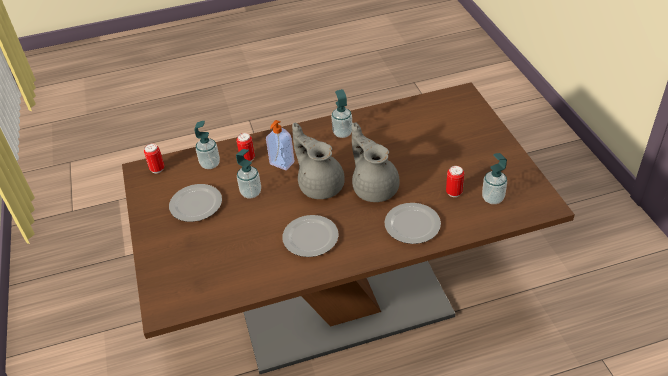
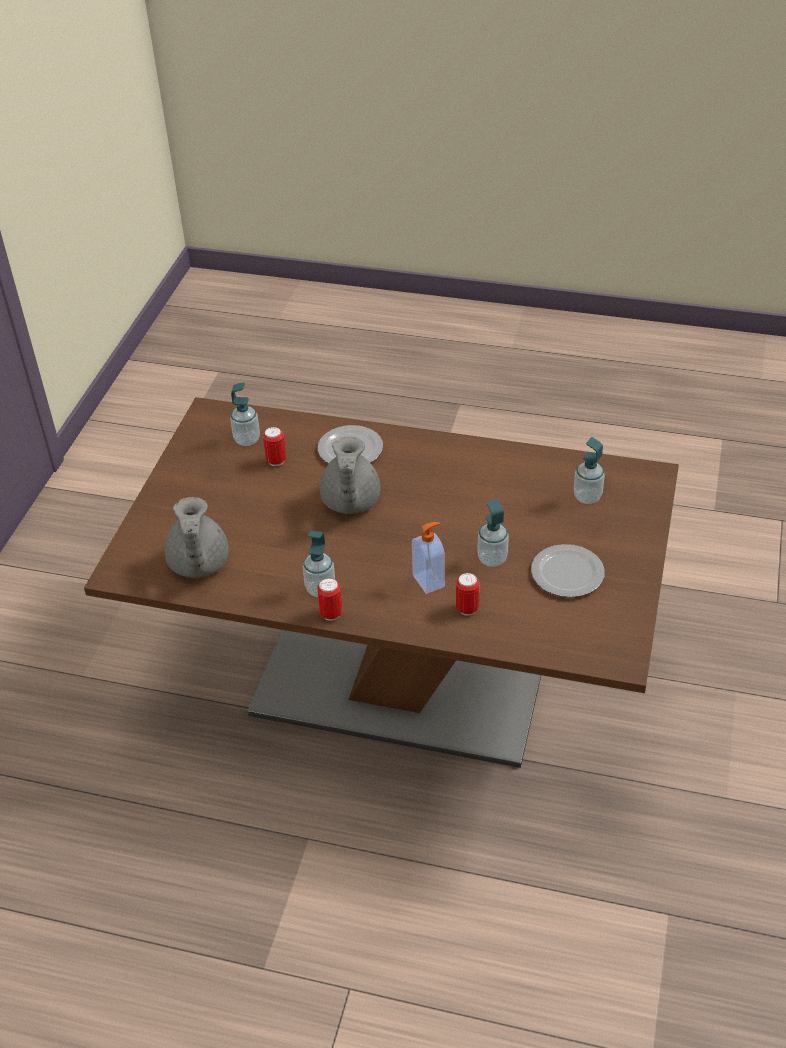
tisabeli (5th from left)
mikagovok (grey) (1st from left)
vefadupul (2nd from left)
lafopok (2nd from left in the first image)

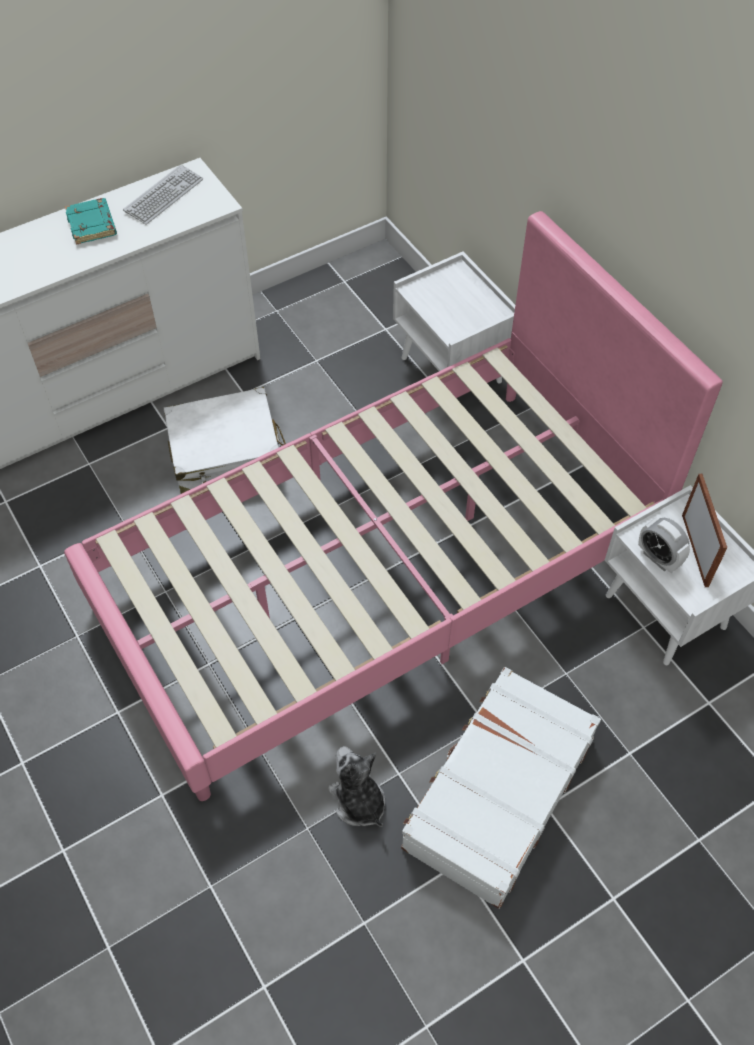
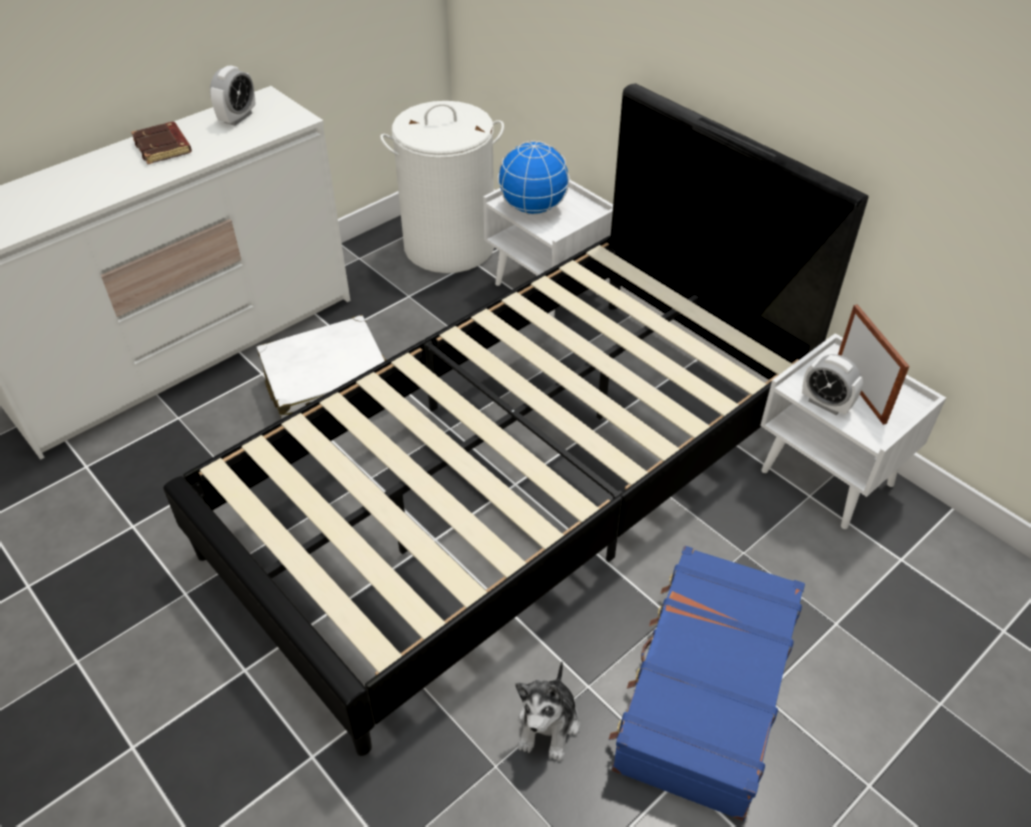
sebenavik (1st from left)
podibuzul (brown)
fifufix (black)
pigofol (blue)
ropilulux
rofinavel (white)
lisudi

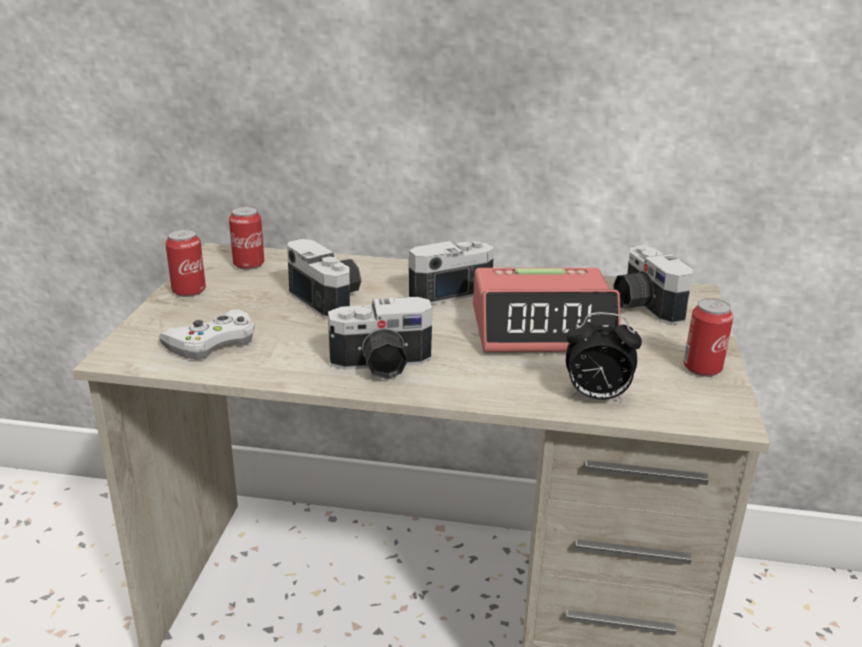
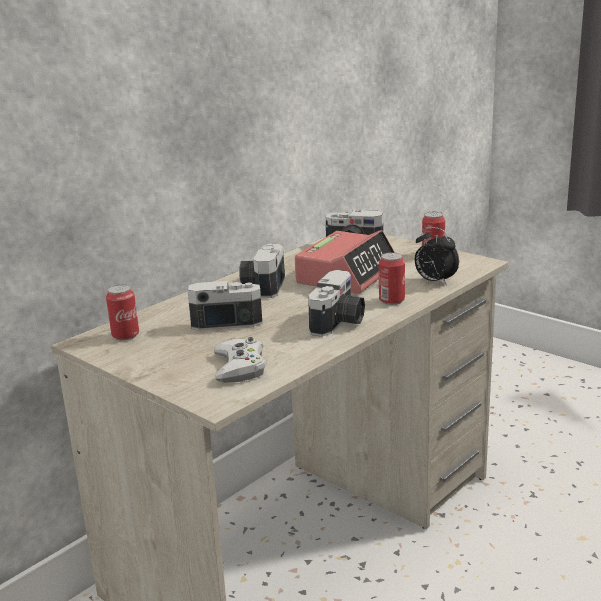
vefadupul (2nd from left)
sebenavik (2nd from left)

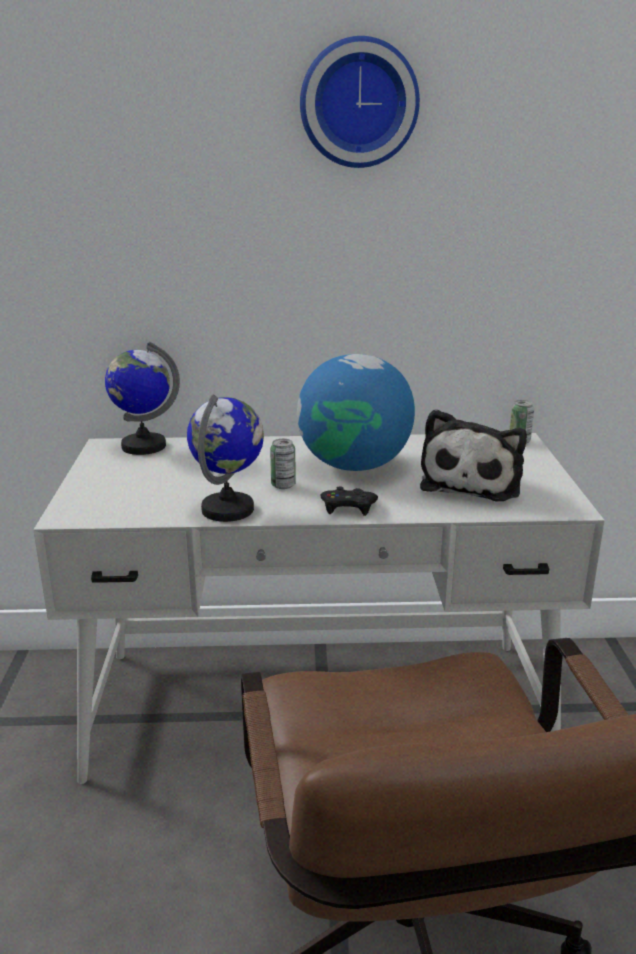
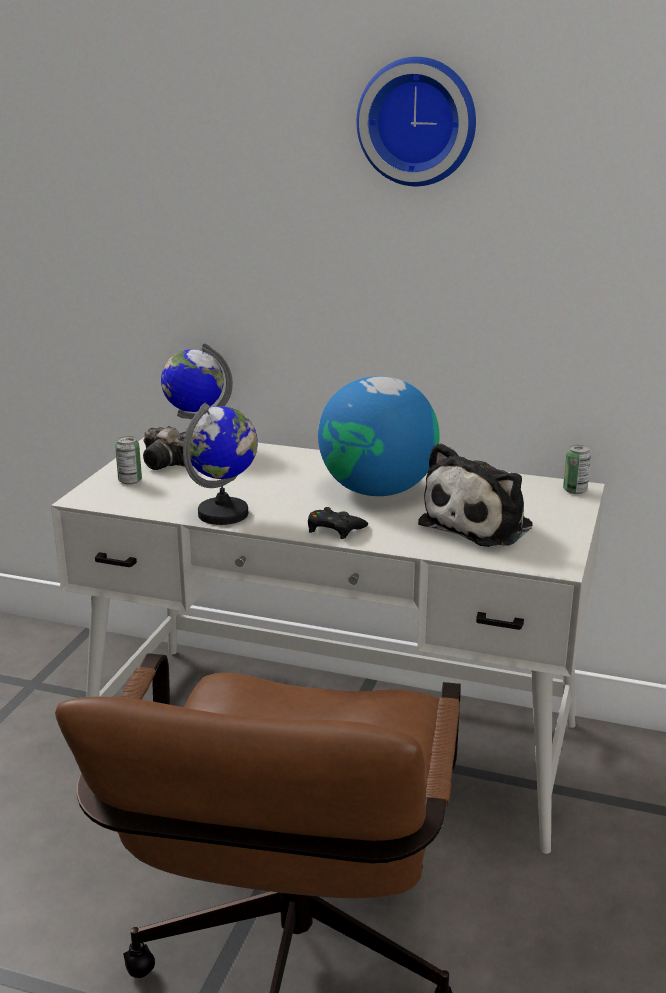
vefadupul (1st from left)
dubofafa

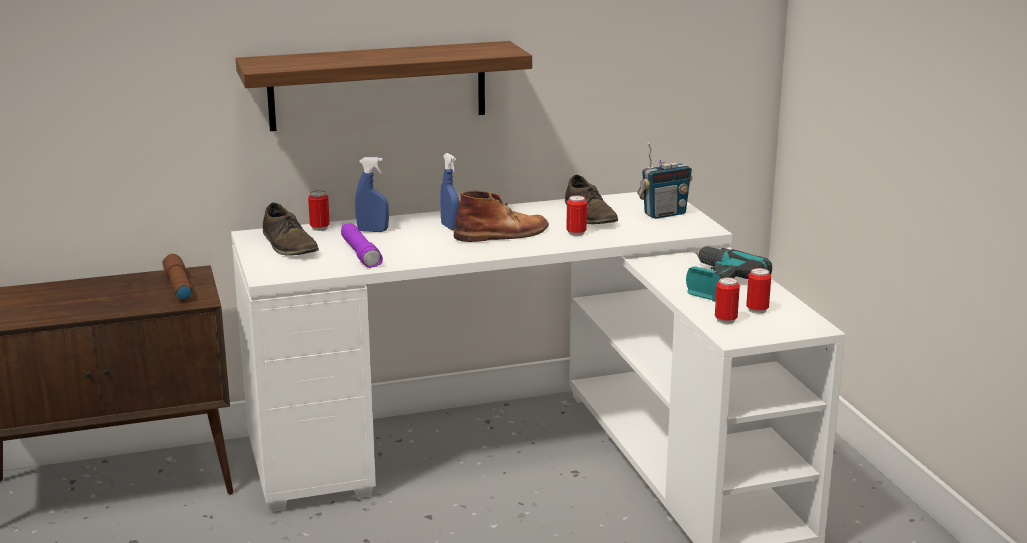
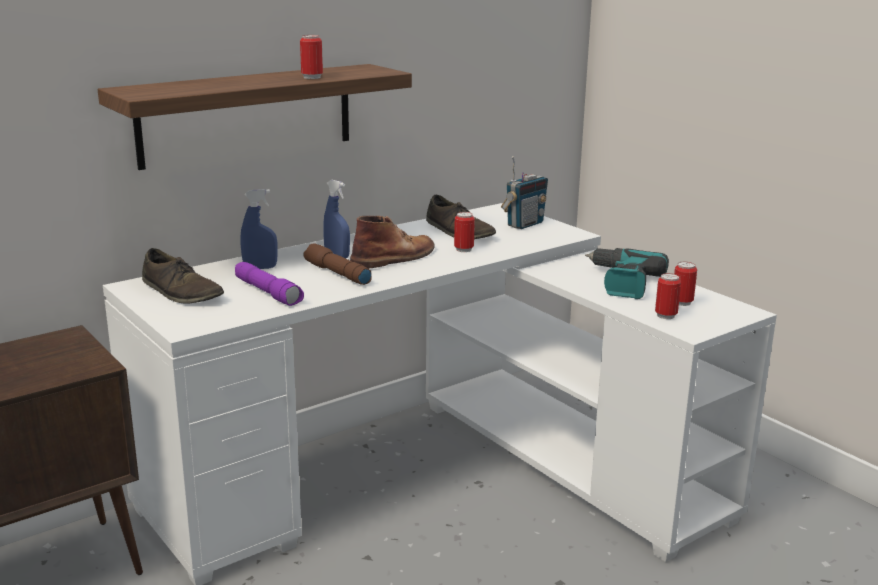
vefadupul (1st from left)
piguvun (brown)

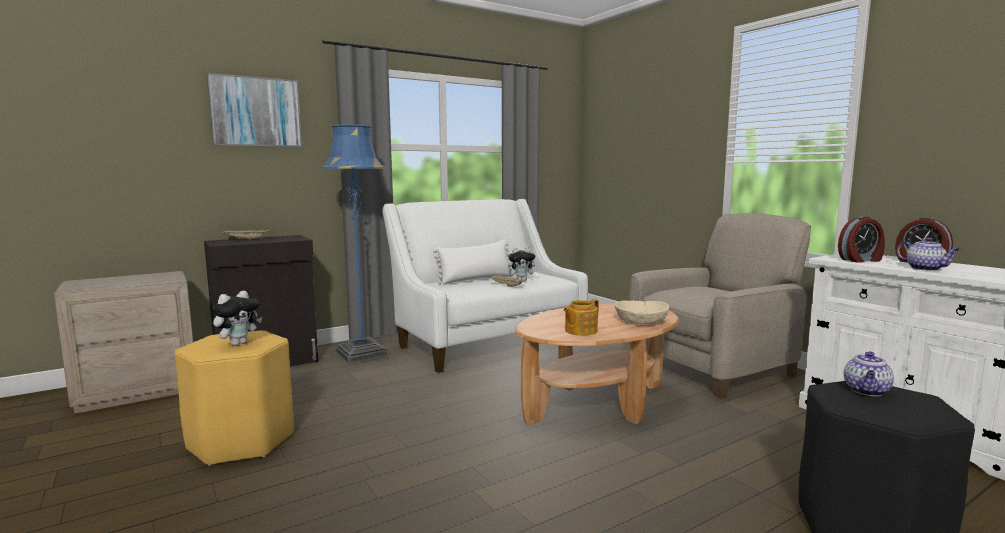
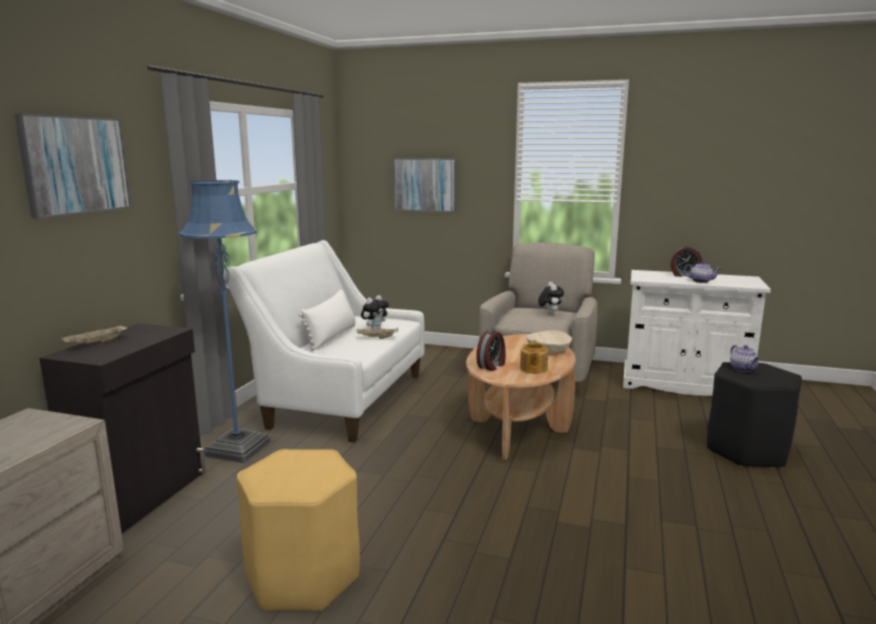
sebenavik (1st from left)
ropilulux (2nd from left)
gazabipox (2nd from left)

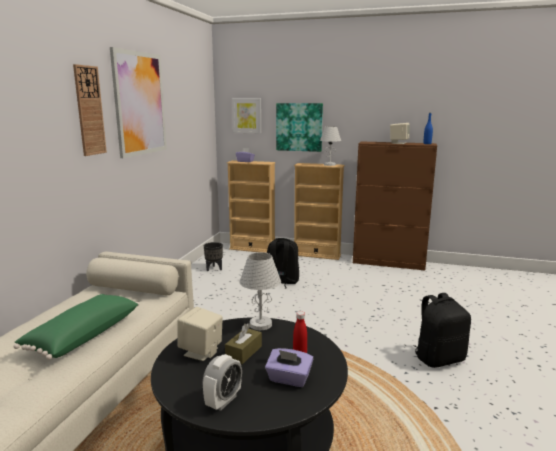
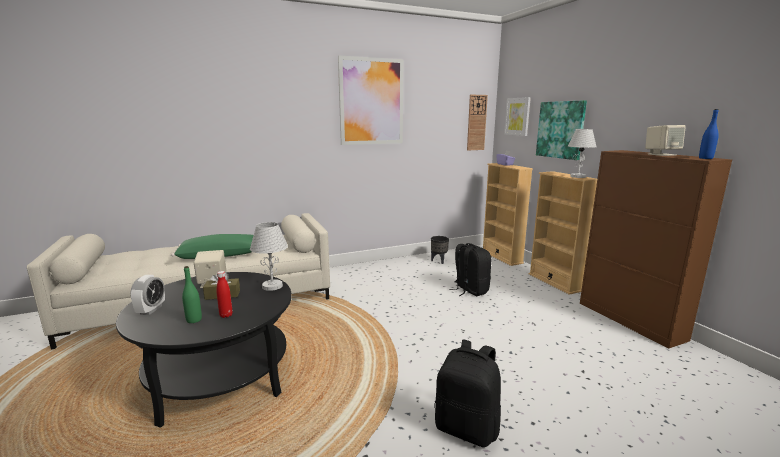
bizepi
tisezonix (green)
sebenavik

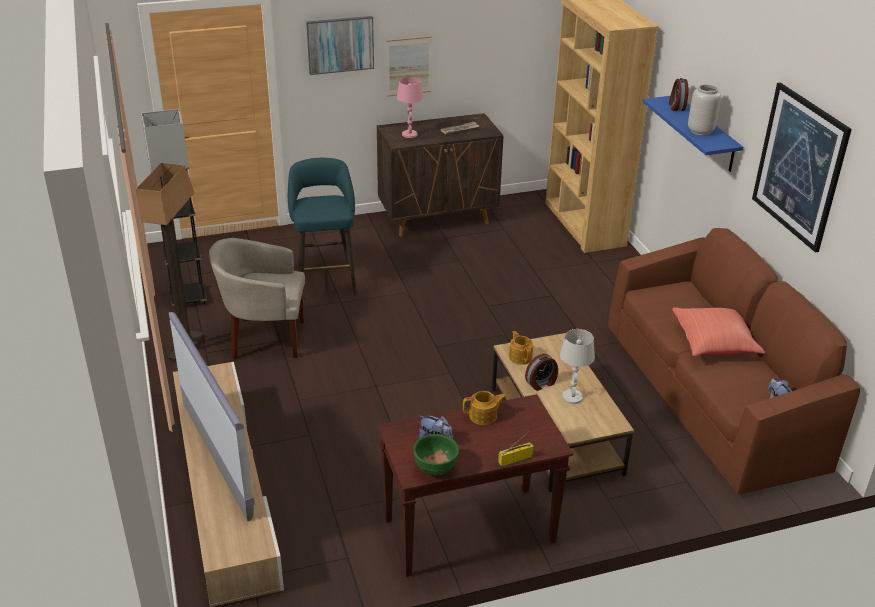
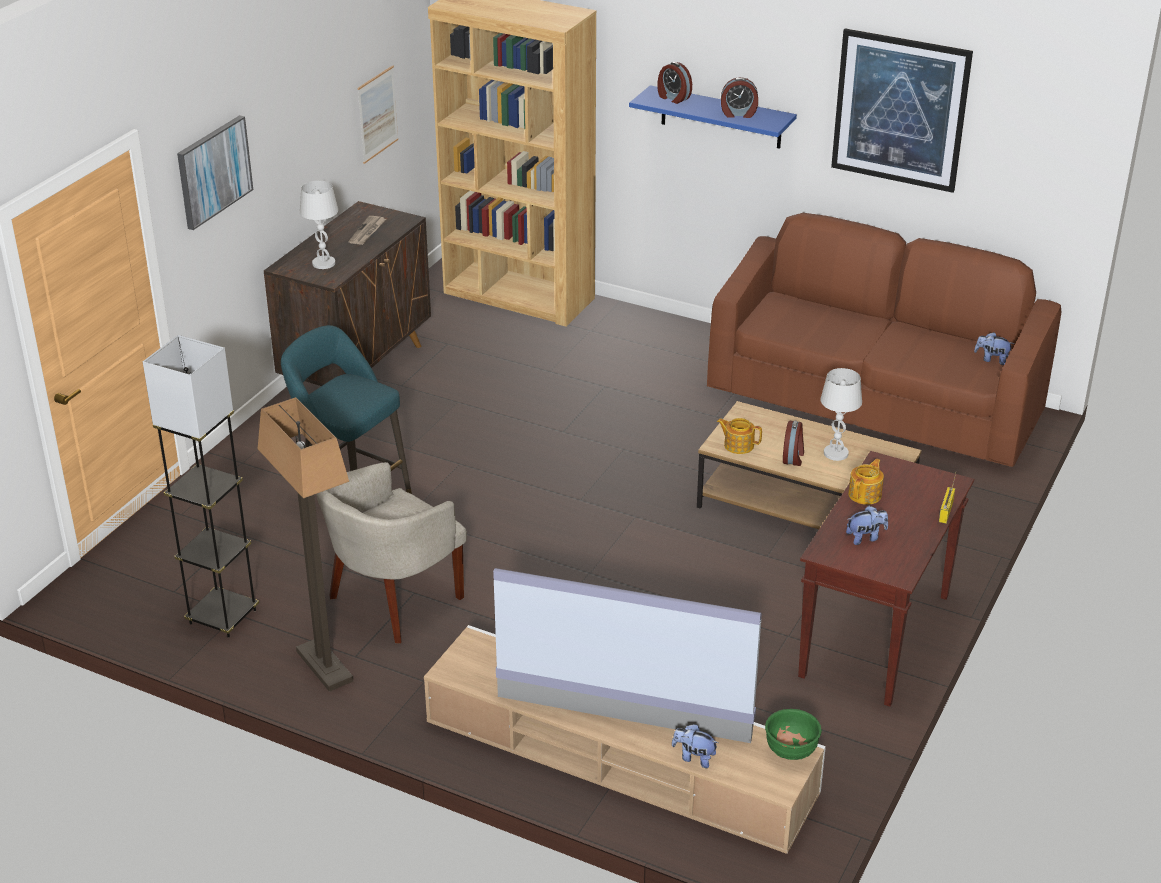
gazabipox (2nd from left)
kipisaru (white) (1st from left)
sebenavik (2nd from left)
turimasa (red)
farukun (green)
ropilulux (1st from left)

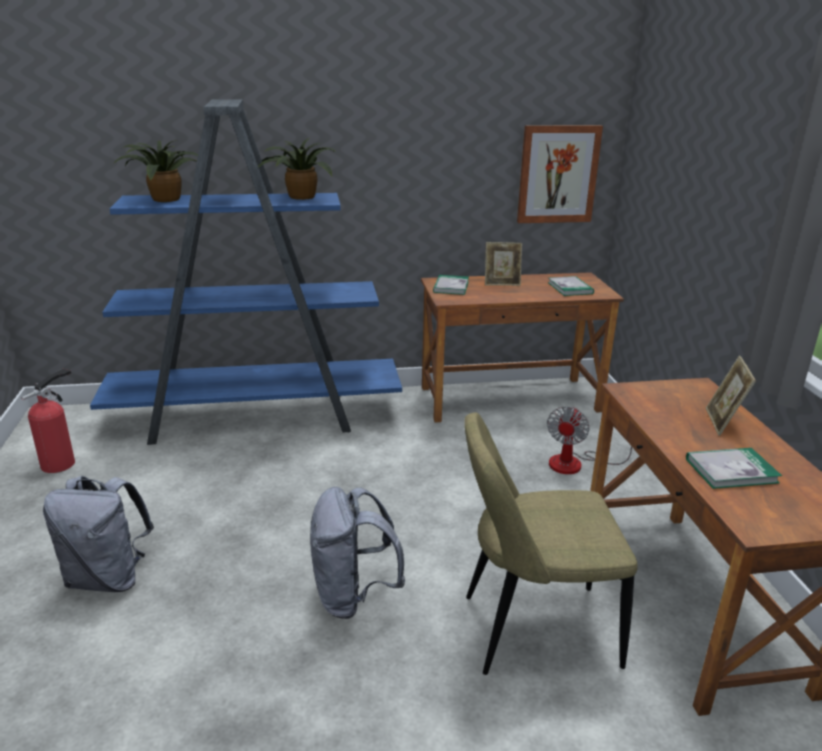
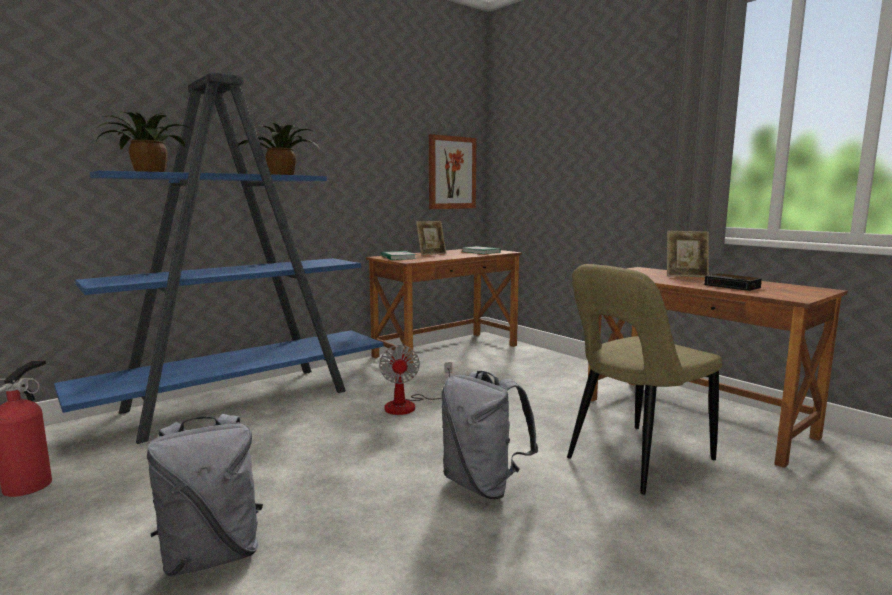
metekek (2nd from left)
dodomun
sebenavik

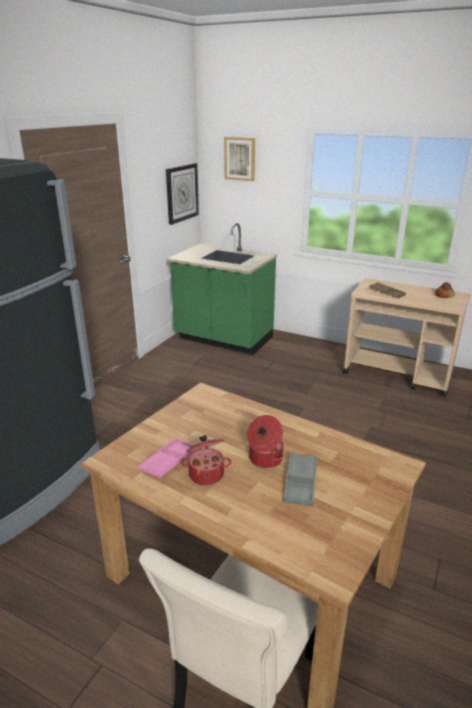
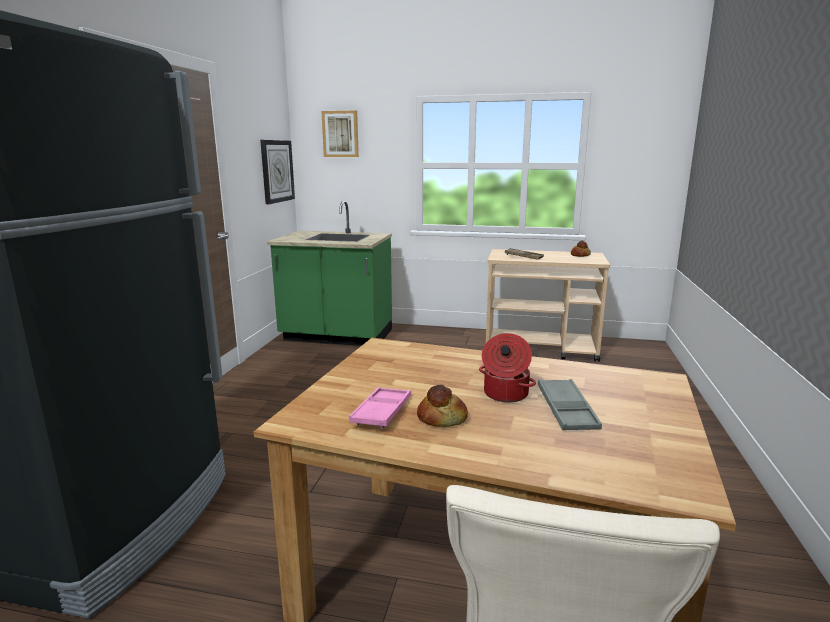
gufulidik (1st from left)

